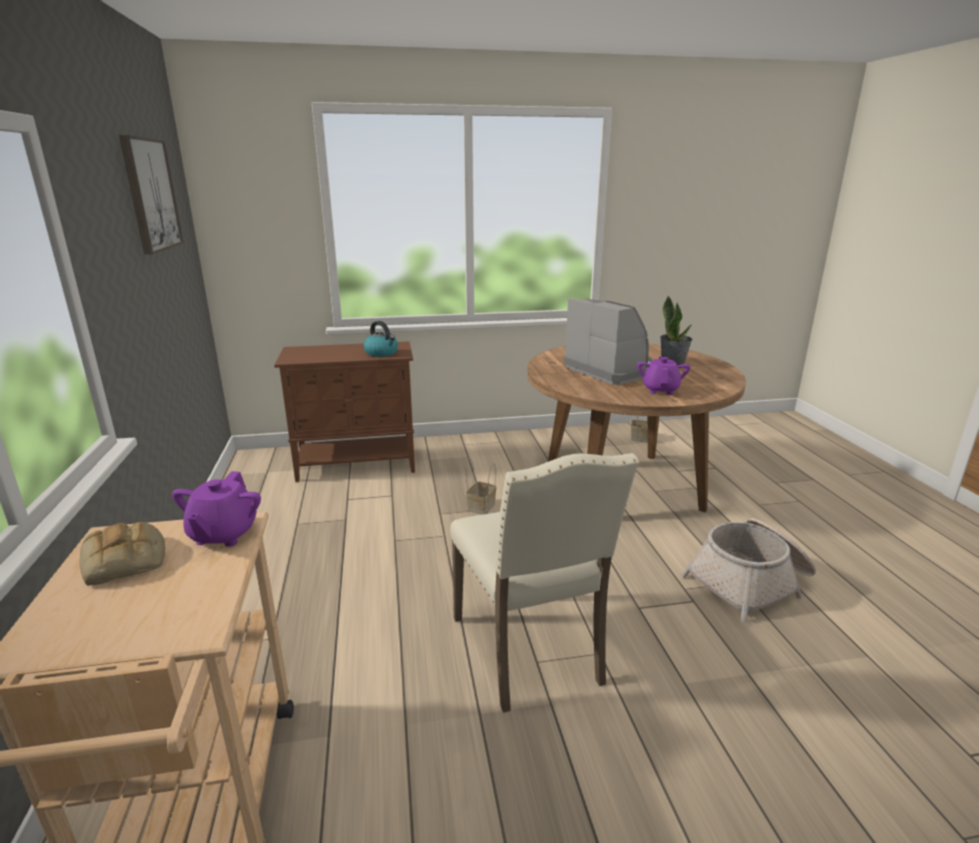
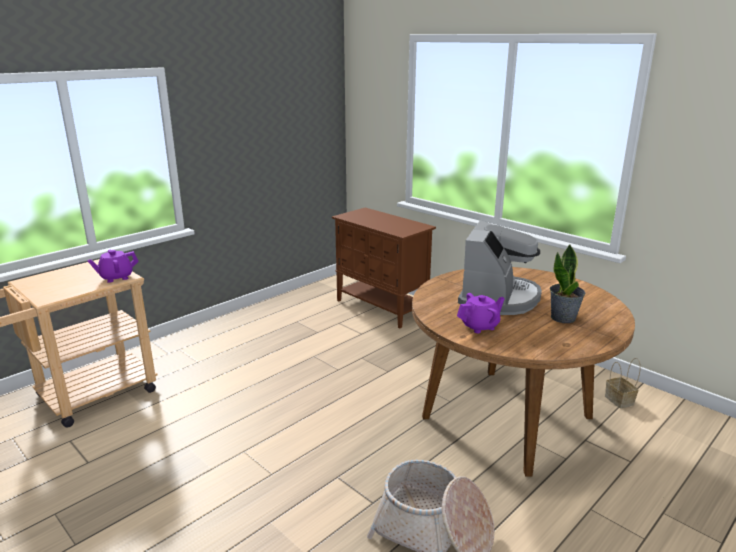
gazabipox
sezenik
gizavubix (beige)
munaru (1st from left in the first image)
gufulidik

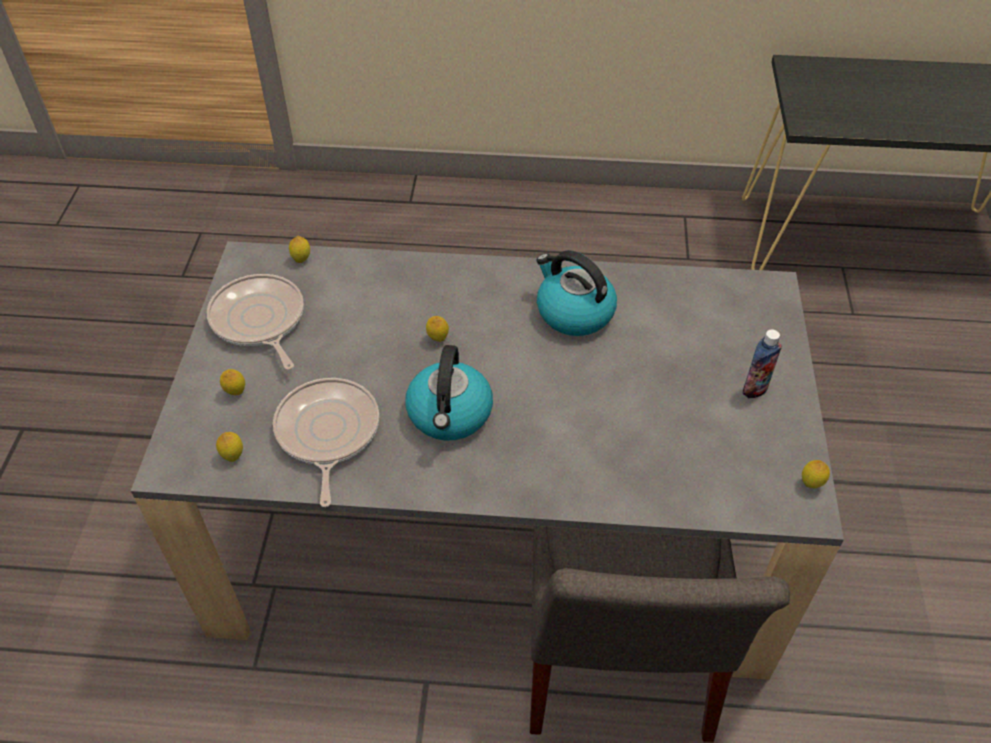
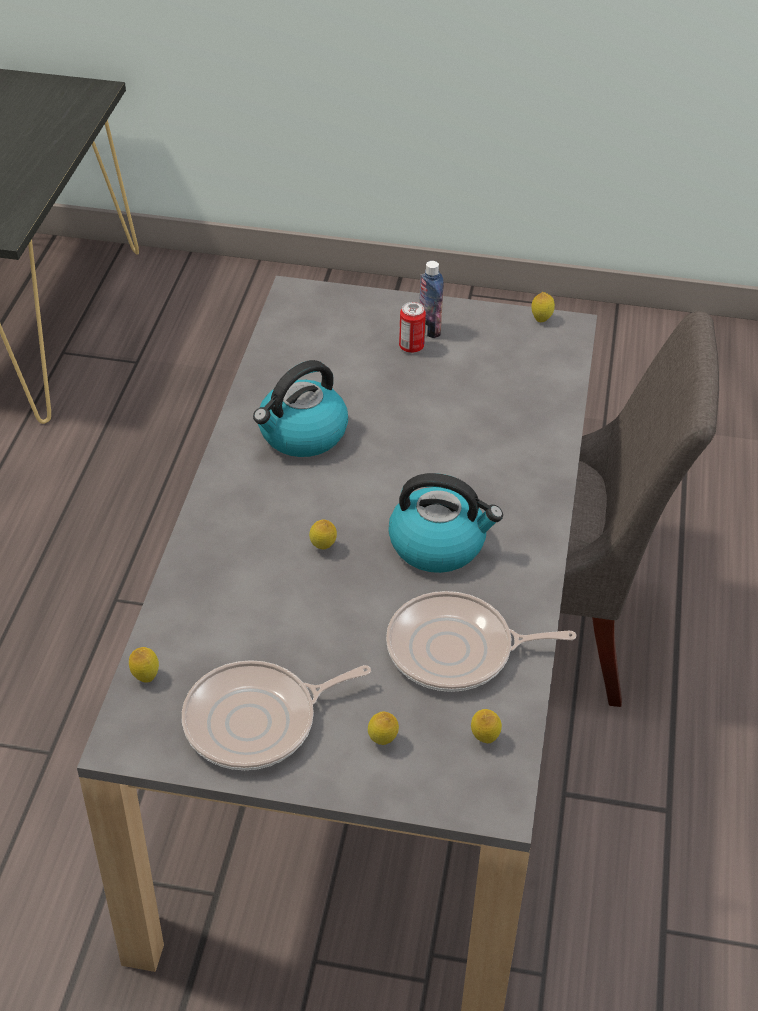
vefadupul

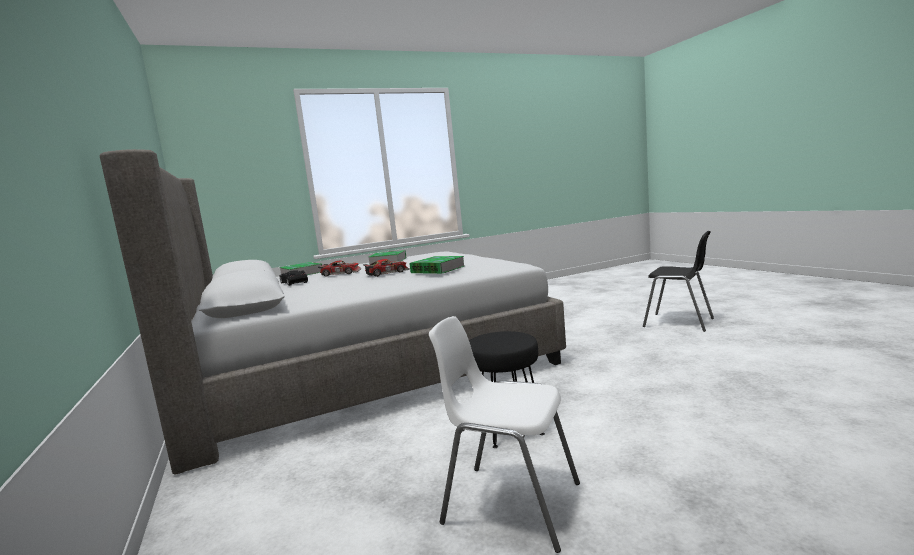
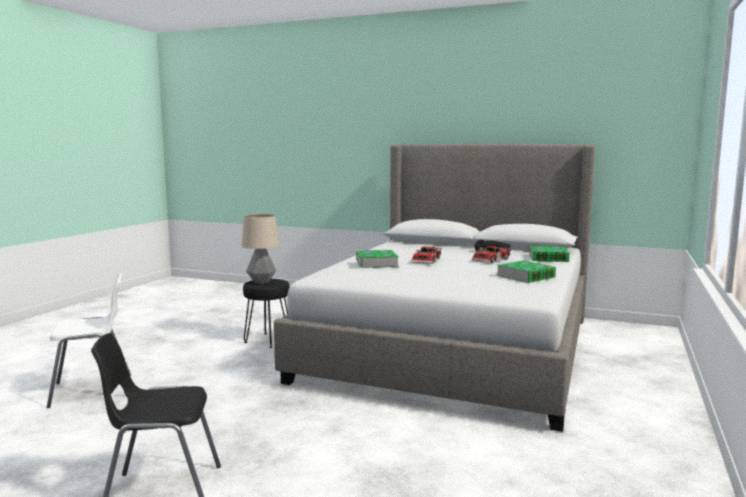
gizavubix (white)
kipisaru

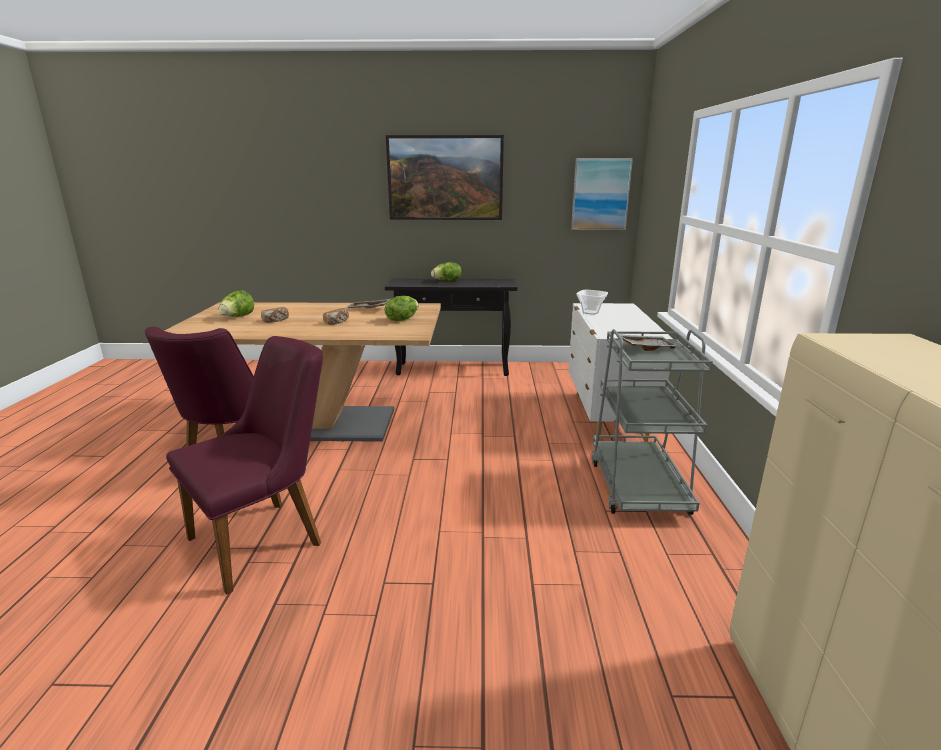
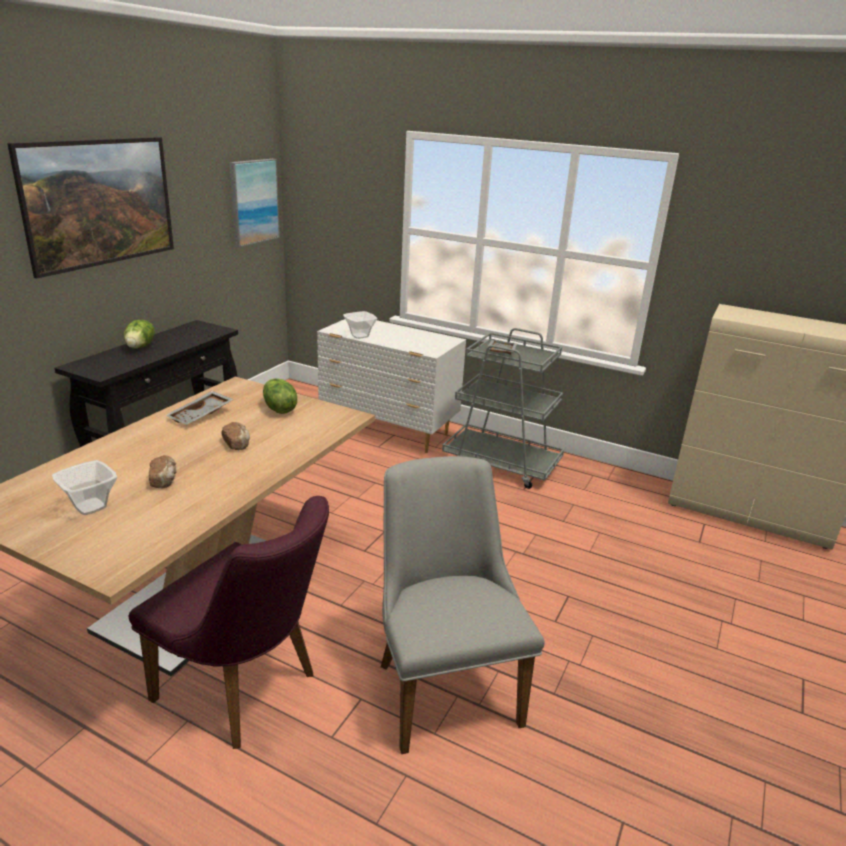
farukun (1st from left)
gizavubix (grey)

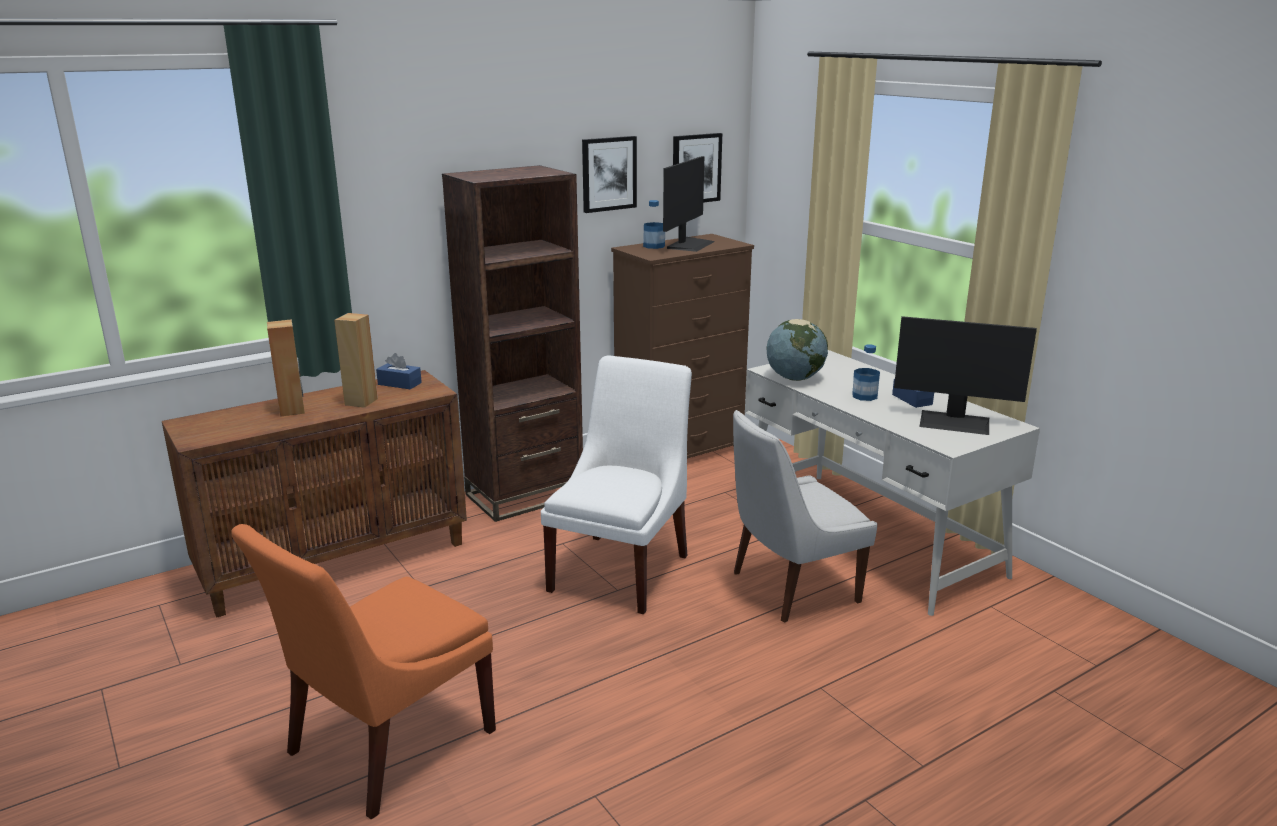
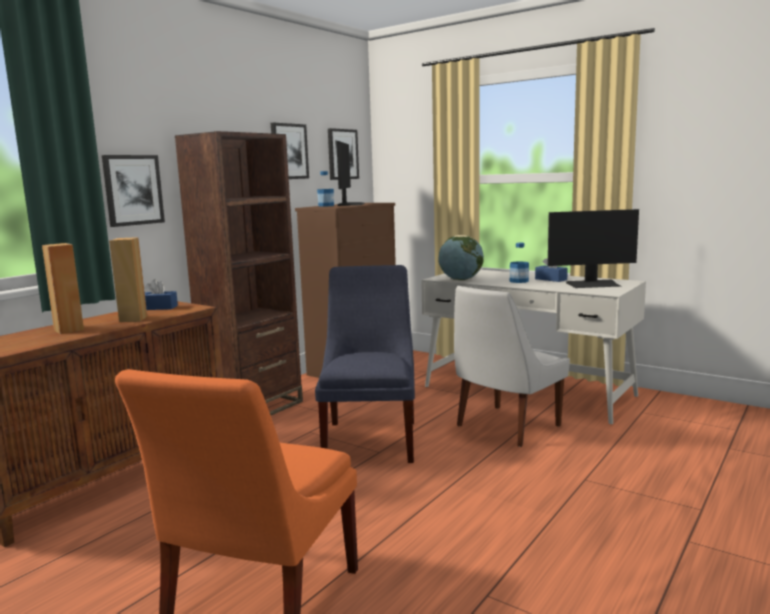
gizavubix (blue)
gazabipox (1st from left)

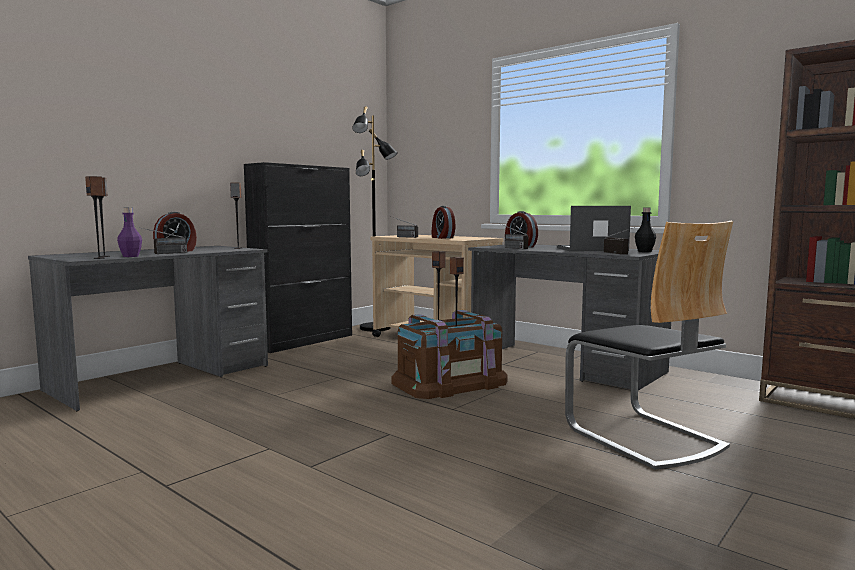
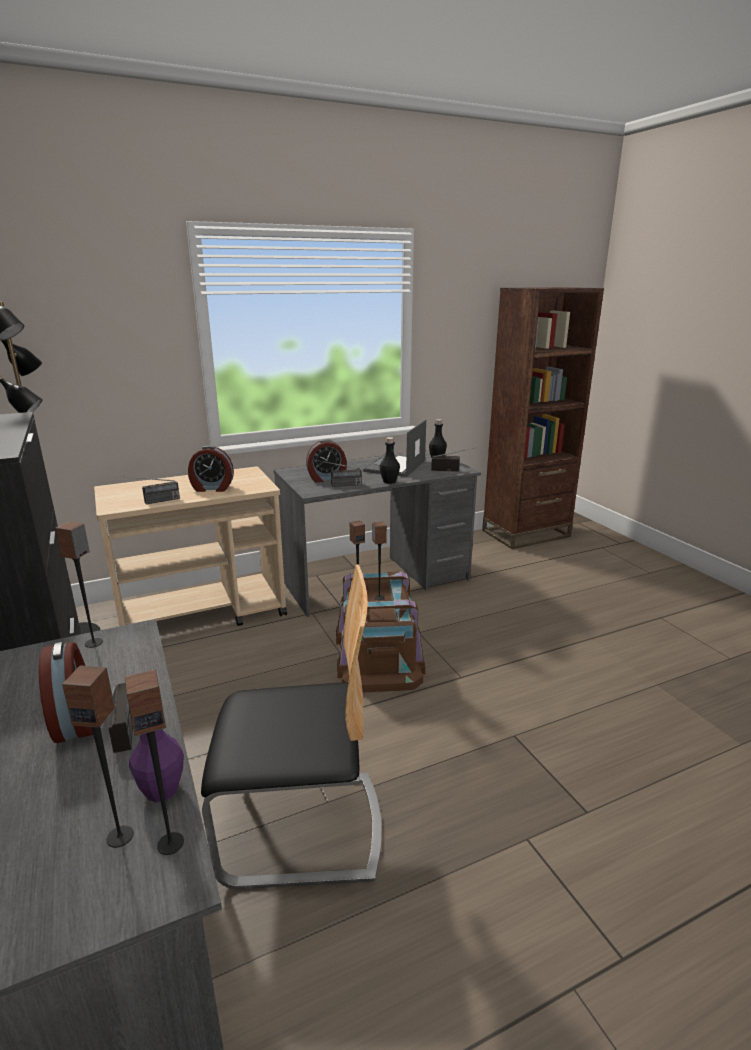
gizavubix
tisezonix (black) (1st from left)

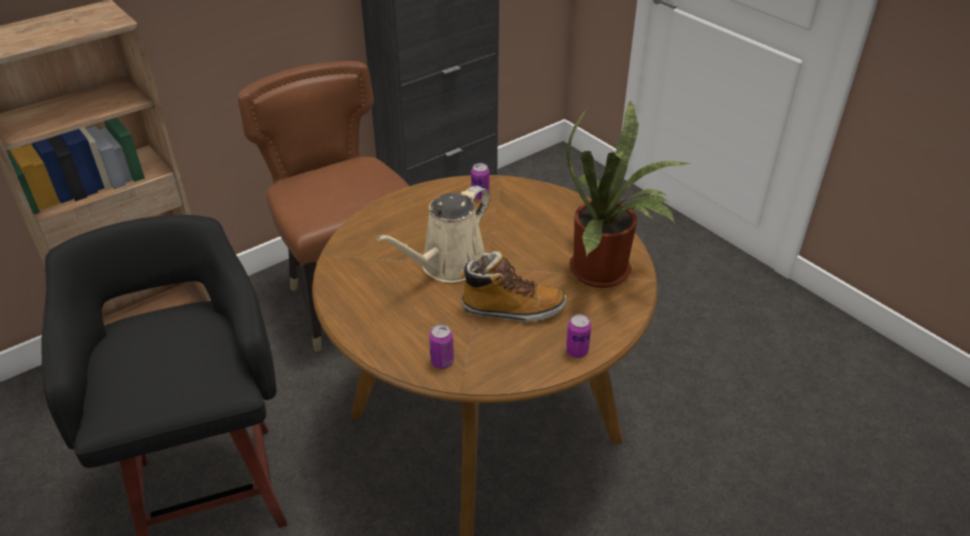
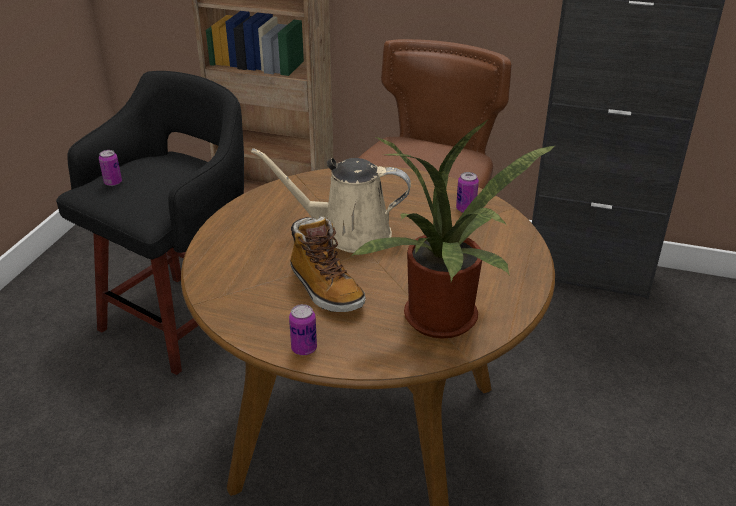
vefadupul (1st from left)

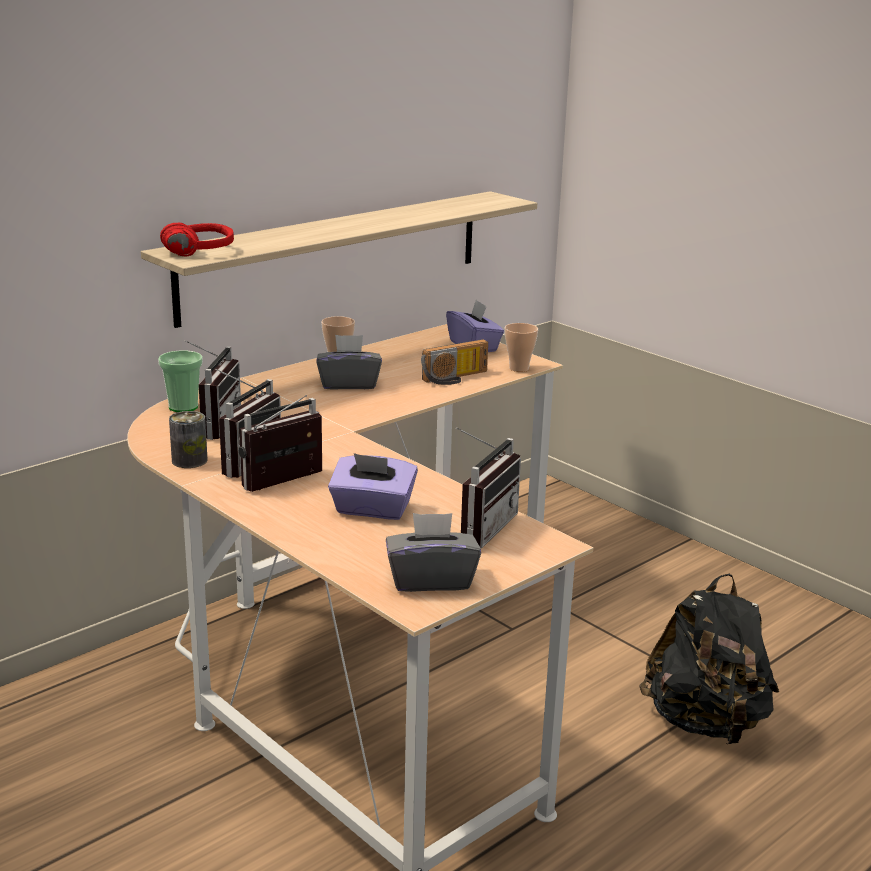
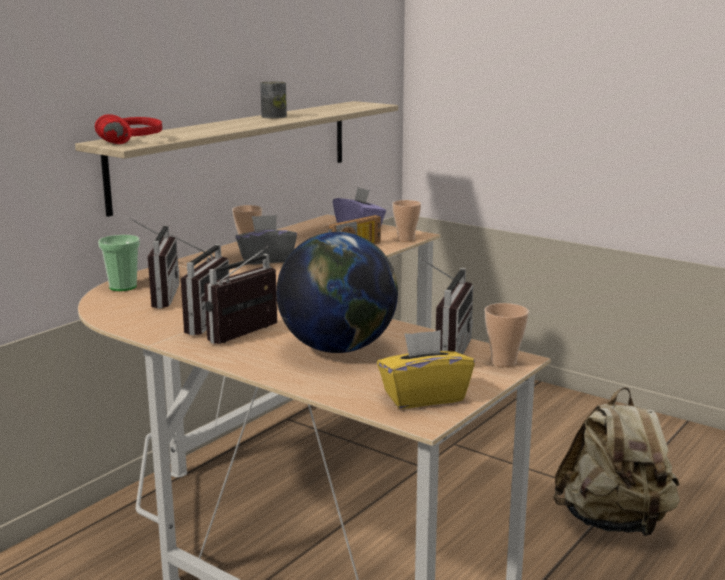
vefadupul
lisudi
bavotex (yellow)
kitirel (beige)
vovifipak (4th from left)

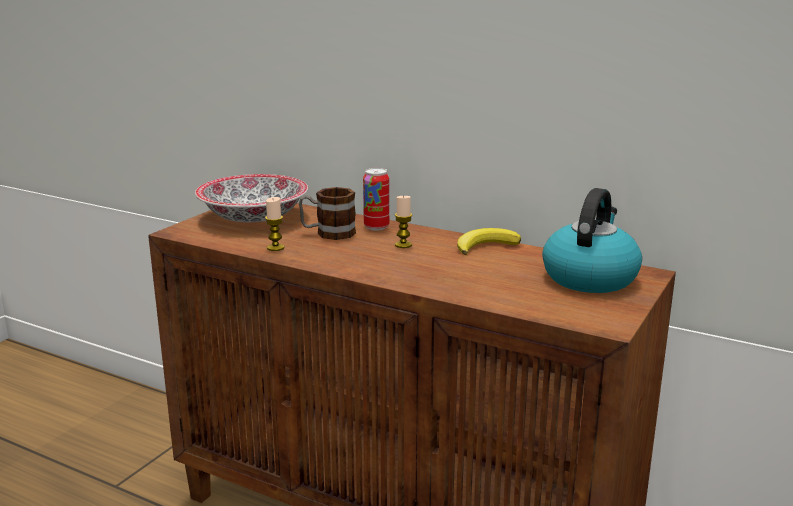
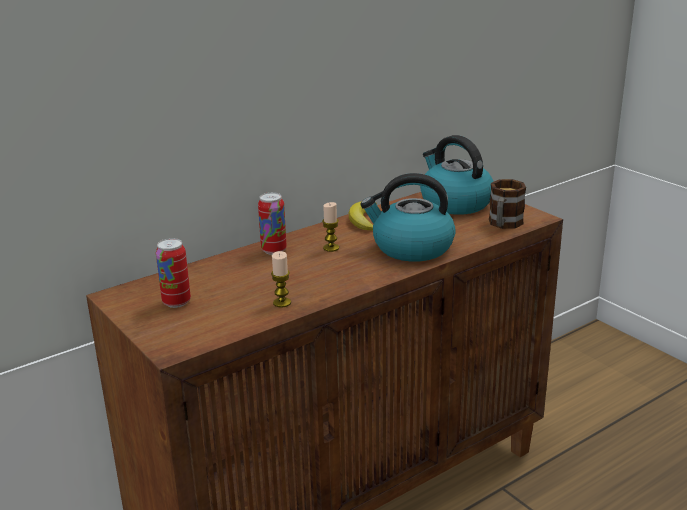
vefadupul (1st from left)
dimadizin
sezenik (1st from left)

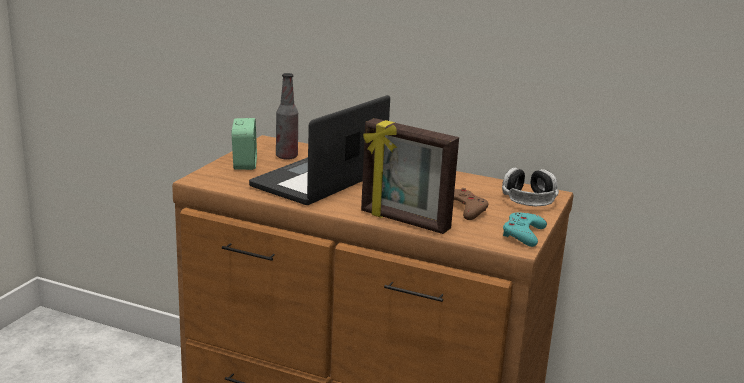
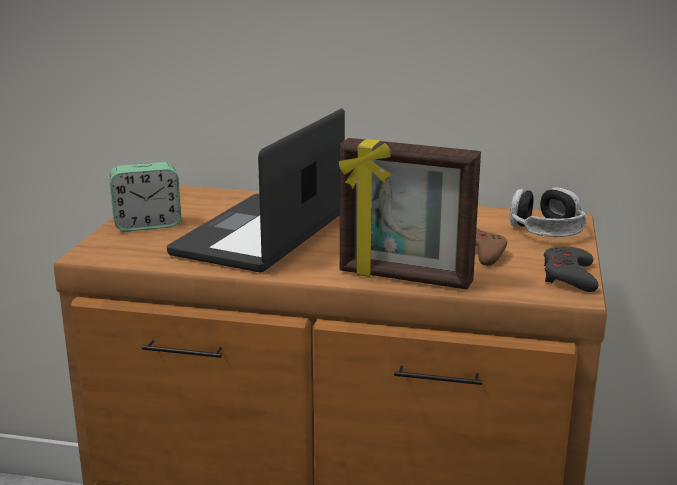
tisezonix
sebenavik
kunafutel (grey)

